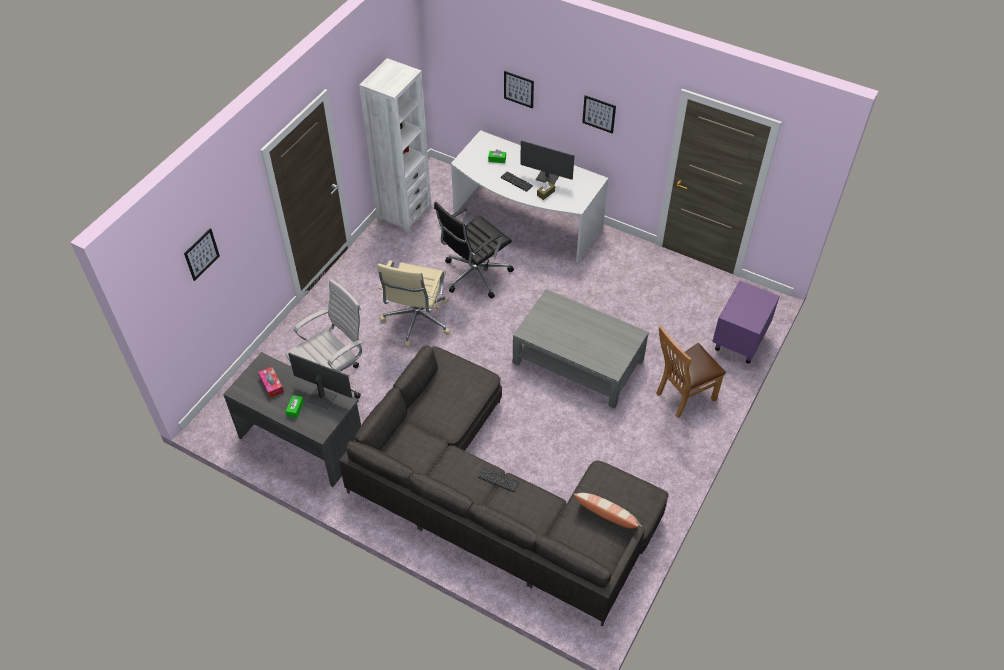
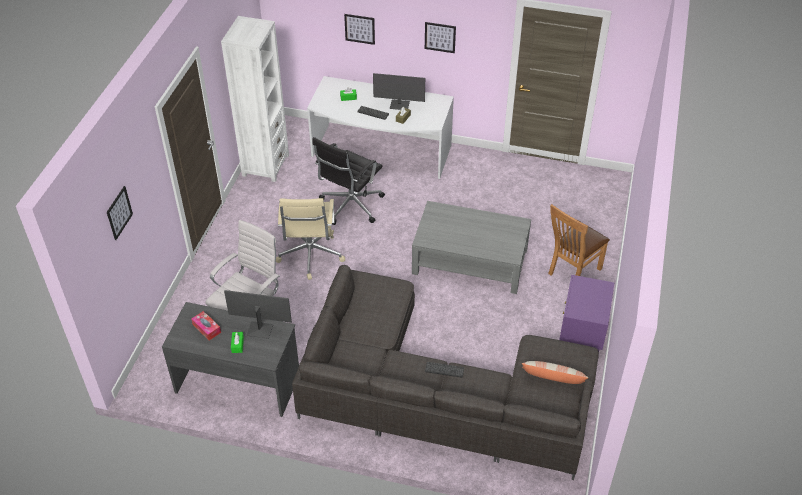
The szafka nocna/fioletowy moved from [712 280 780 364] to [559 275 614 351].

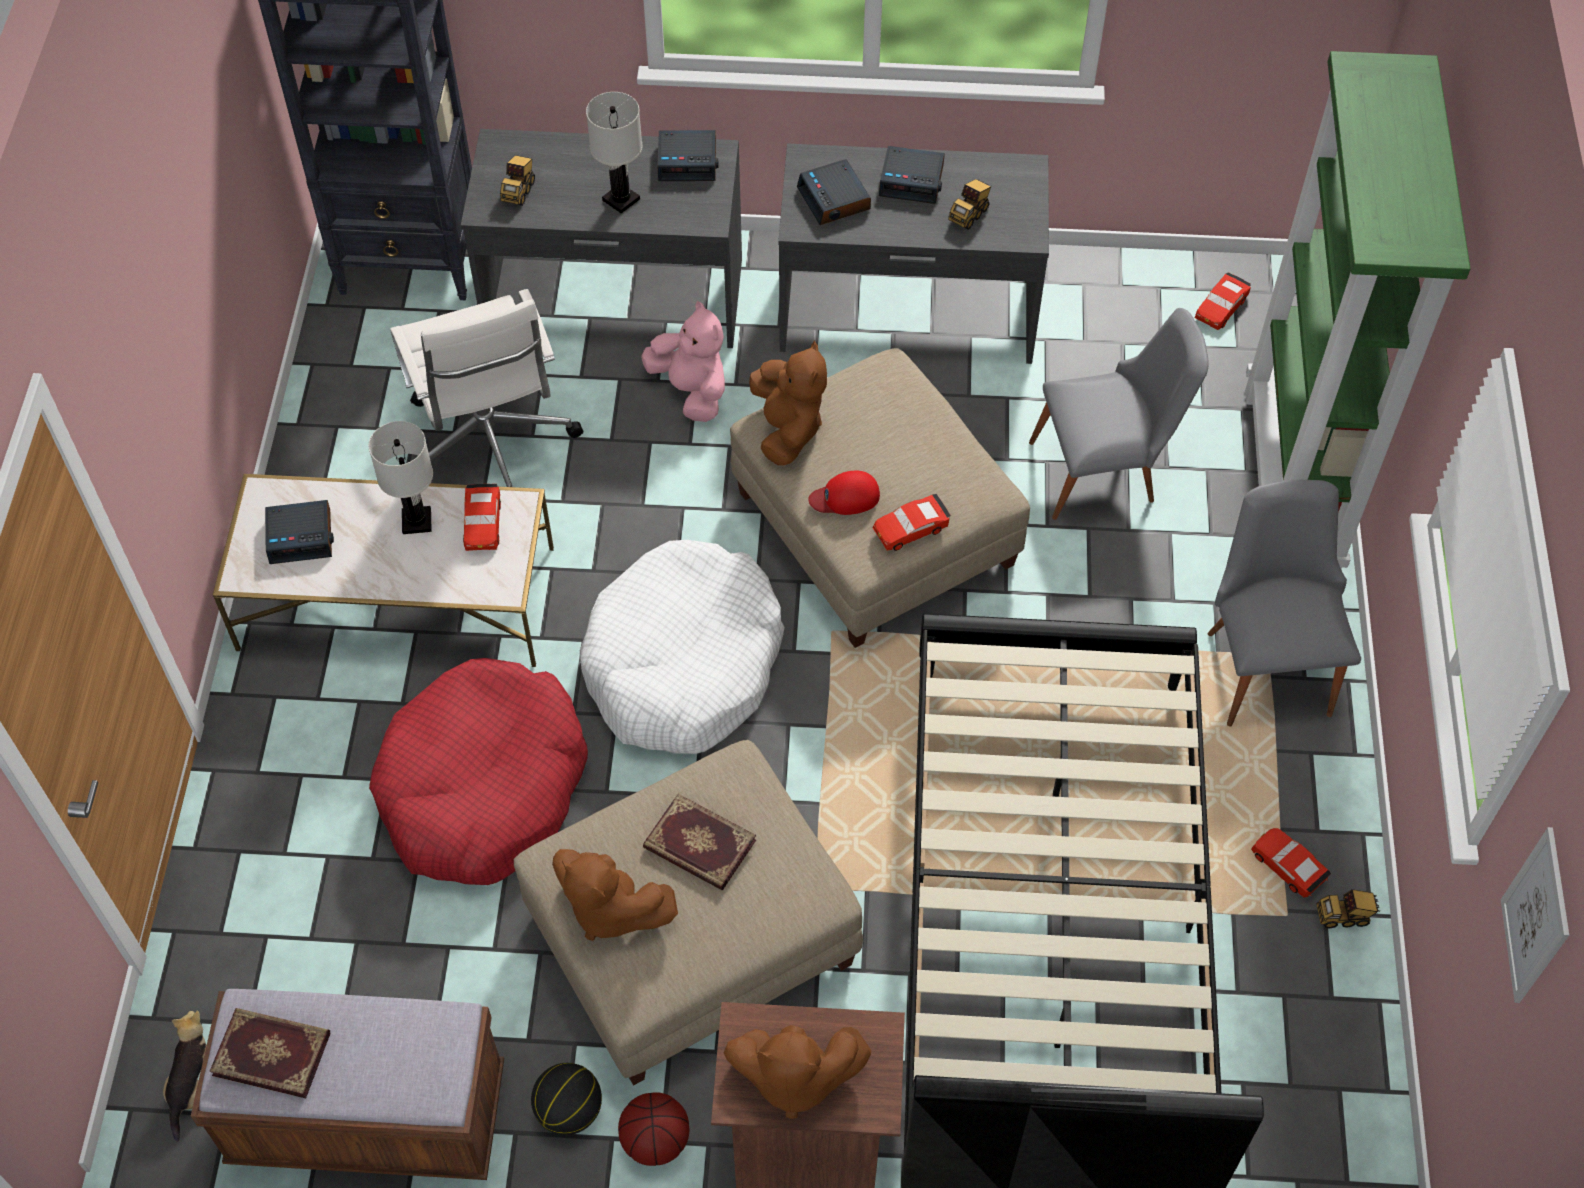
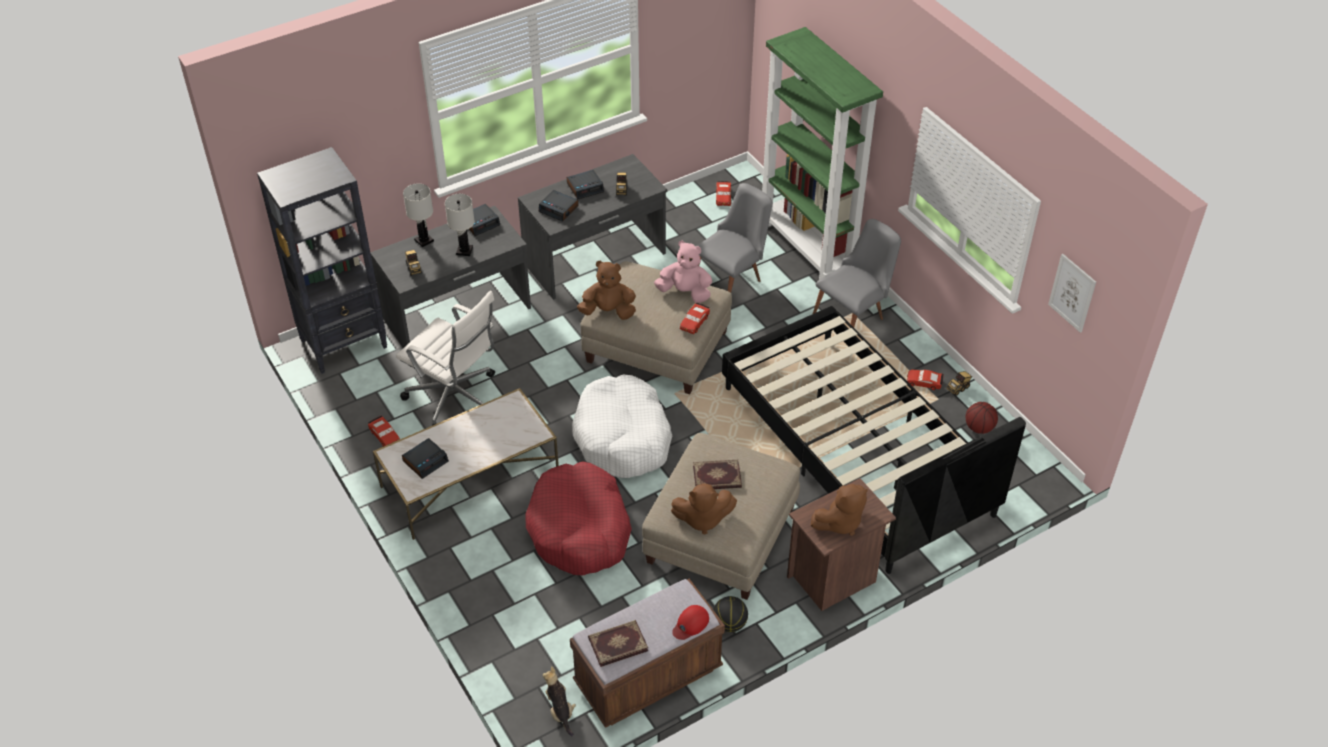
The samochodzik/czerwony moved from [463 484 501 551] to [368 416 400 447].
The lampa stołowa/biały moved from [369 421 433 534] to [403 183 434 247].
The pluszak/brązowy at [749 341 827 466] turned 45 degrees counterclockwise.
The pluszak/różowy moved from [641 301 725 422] to [654 241 712 303].
The czapka z daszkiem/czerwony moved from [808 471 880 515] to [672 605 709 640].
The krzesło/szary at [1208 480 1361 727] turned 90 degrees clockwise.
The piłka do koszykówki moved from [618 1092 689 1166] to [966 402 998 434].

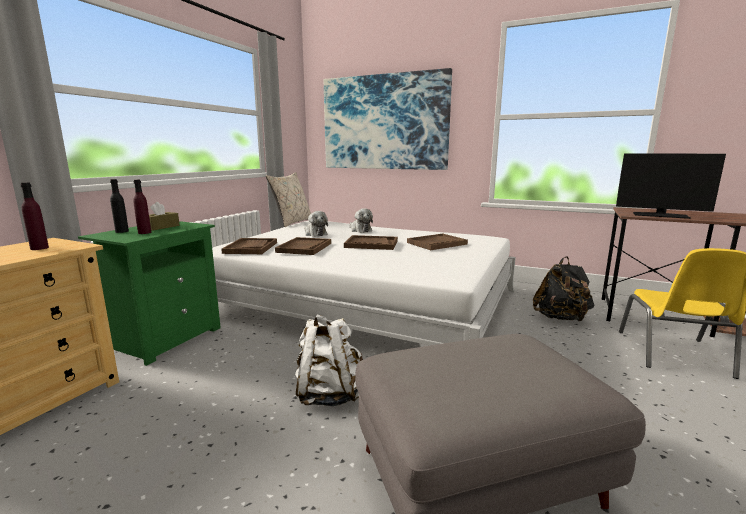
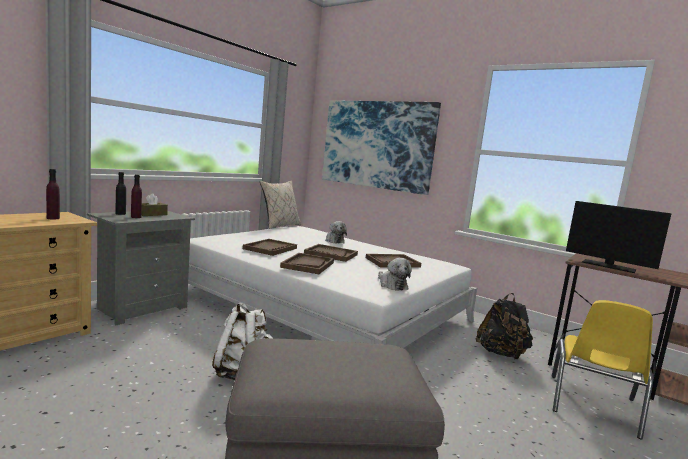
The szafka nocna/zielony at [78 221 221 366] became the szafka nocna/szary at [87 211 195 325].
The taca/brązowy moved from [221 238 277 254] to [280 253 334 274].
The pluszak moved from [304 211 328 237] to [378 258 412 291].

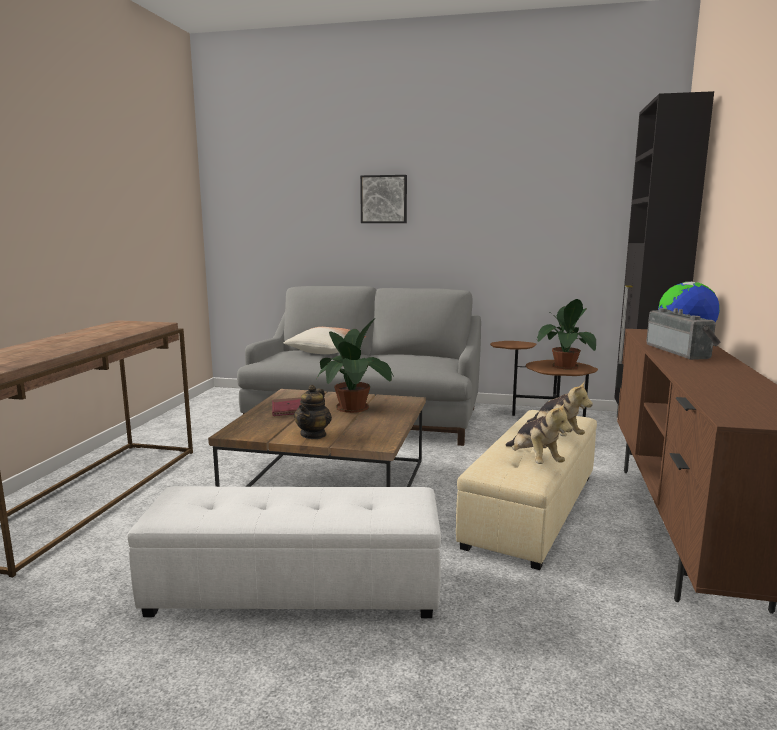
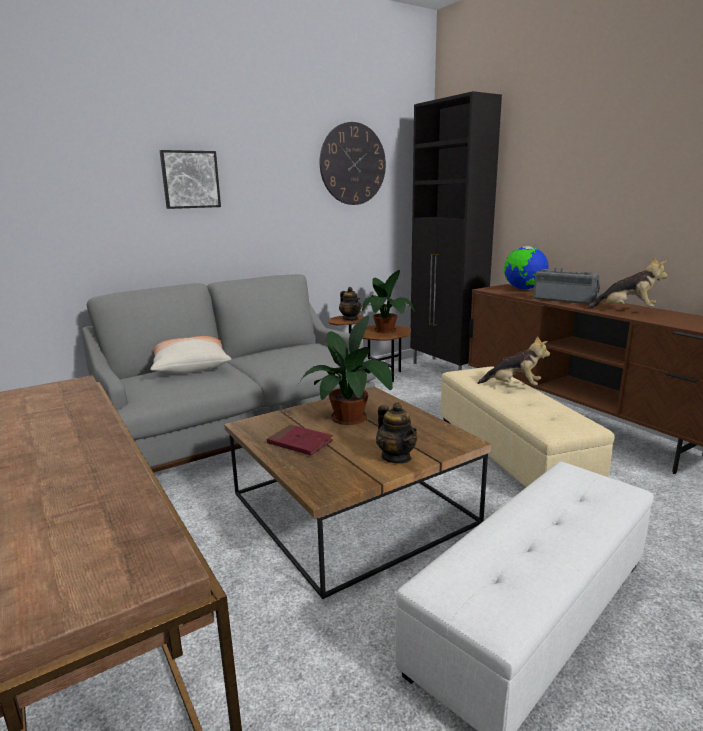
The zegar ścienny at [320 122 386 205] appeared.
The imbryk at [339 287 362 320] appeared.
The pluszak moved from [505 402 573 464] to [587 258 668 309].

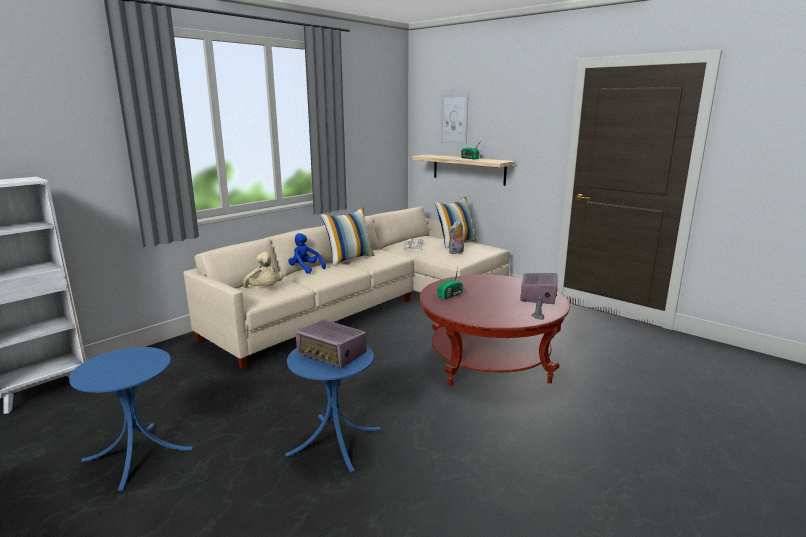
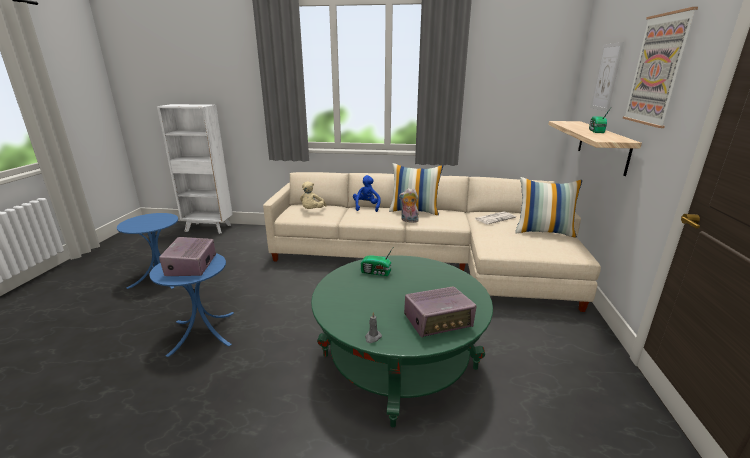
The ława/czerwony at [419 274 570 386] became the ława/zielony at [311 256 493 427].
The pluszak moved from [449 220 464 254] to [399 188 419 223].
The obraz at [623 7 698 128] appeared.

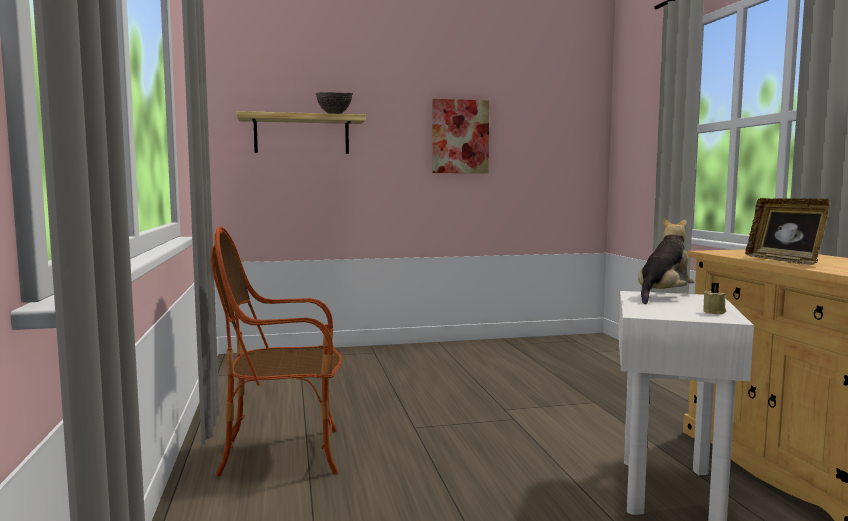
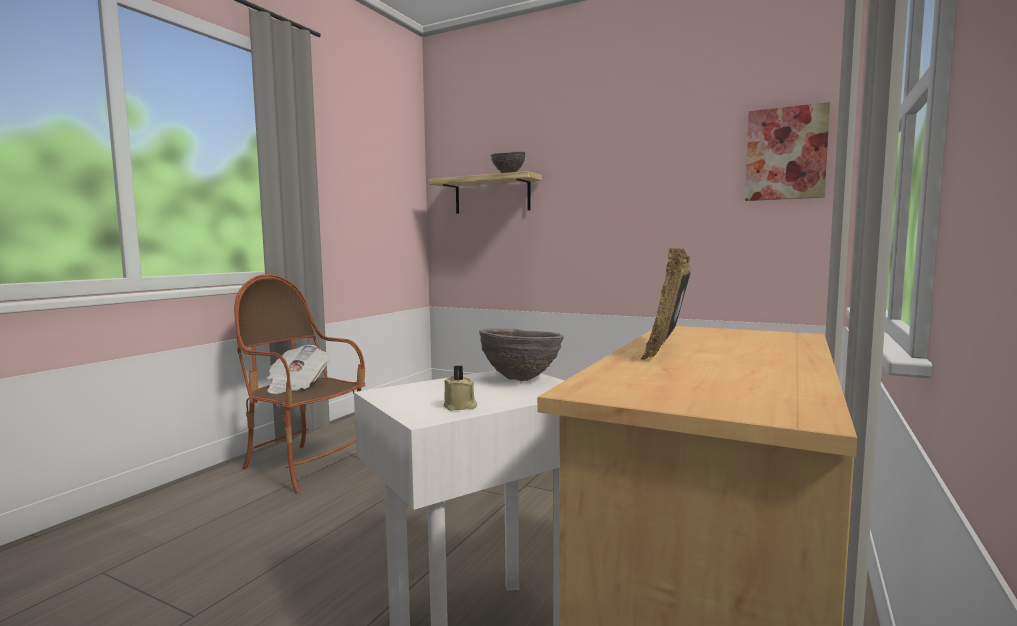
The gazeta at [267 345 330 394] appeared.
The pluszak at [638 217 694 304] was replaced by the miska/brązowy at [479 328 563 381].
The obraz moved from [432 99 489 173] to [745 102 830 201].

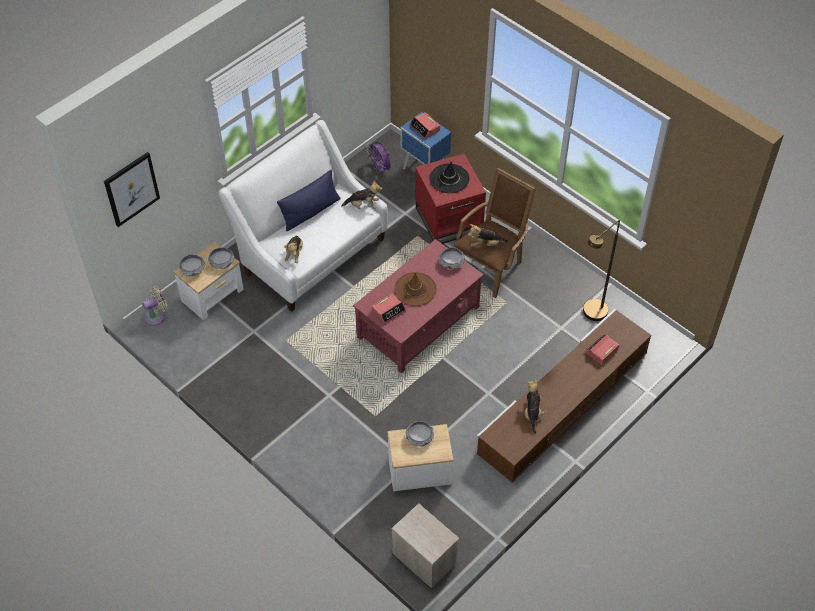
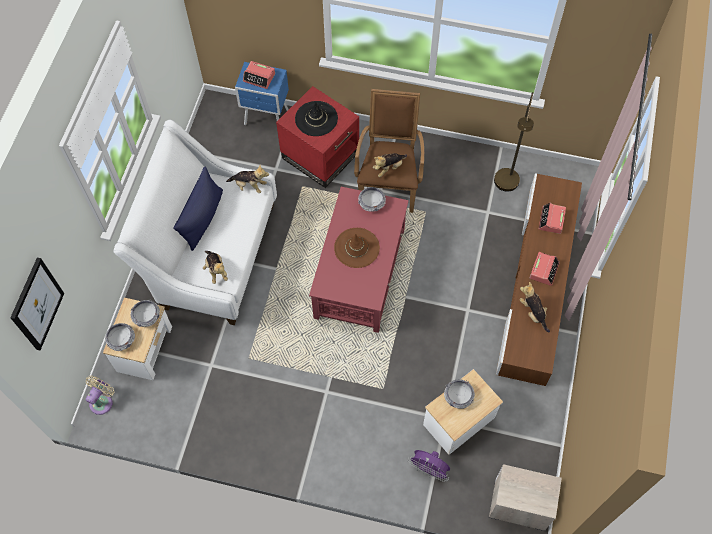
The pluszak at [341 180 383 209] turned 45 degrees clockwise.
The wentylator/fioletowy moved from [366 142 390 175] to [408 450 450 482].
The budzik moved from [372 293 406 324] to [529 252 560 286].

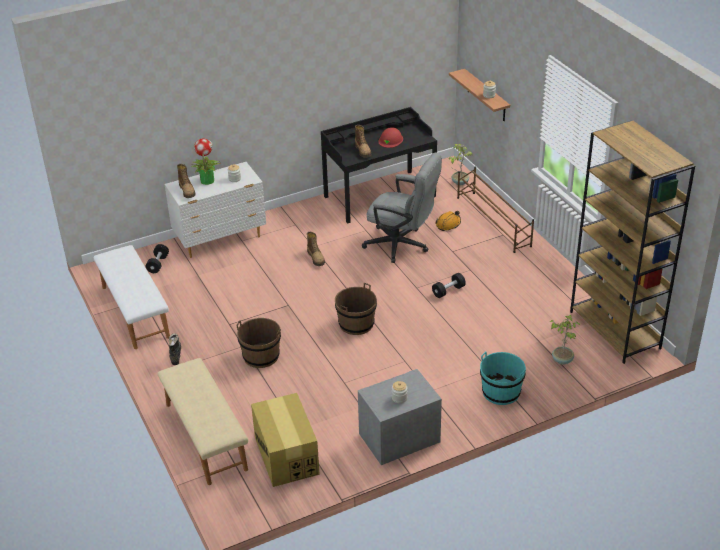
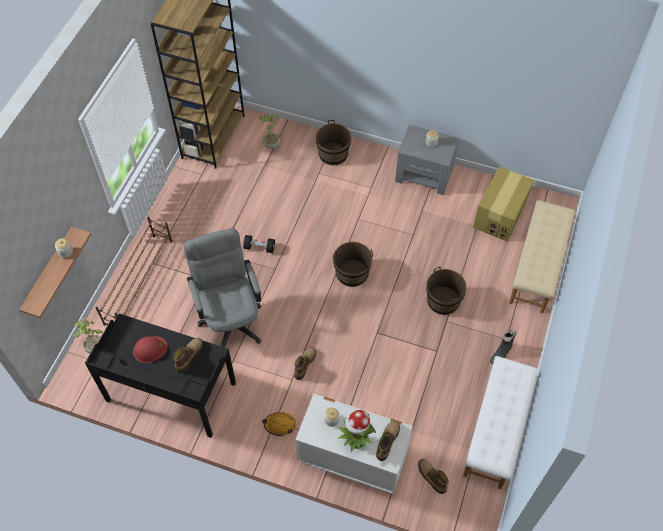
The kask/pomarańczowy moved from [435 211 461 231] to [262 412 296 436].
The wiadro/turkusowy at [480 352 526 405] became the wiadro/brązowy at [316 120 351 165].
The hantel/czarny at [146 244 169 273] was replaced by the but z cholewką at [418 459 449 494].

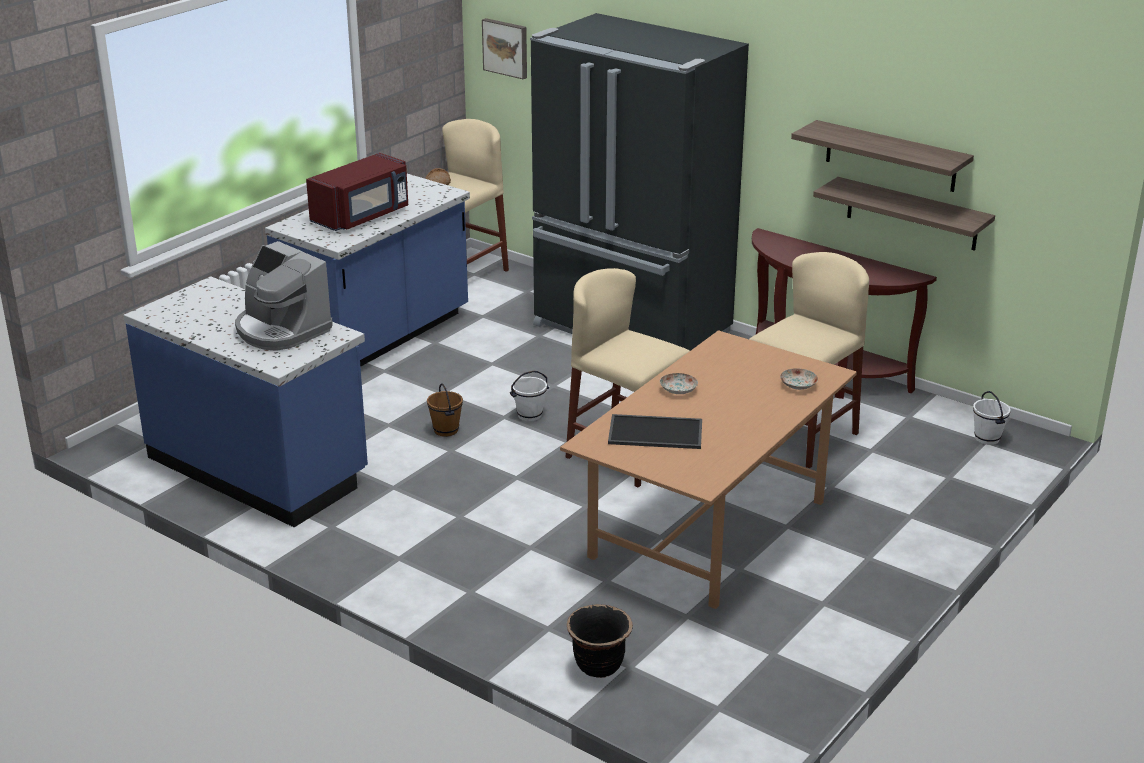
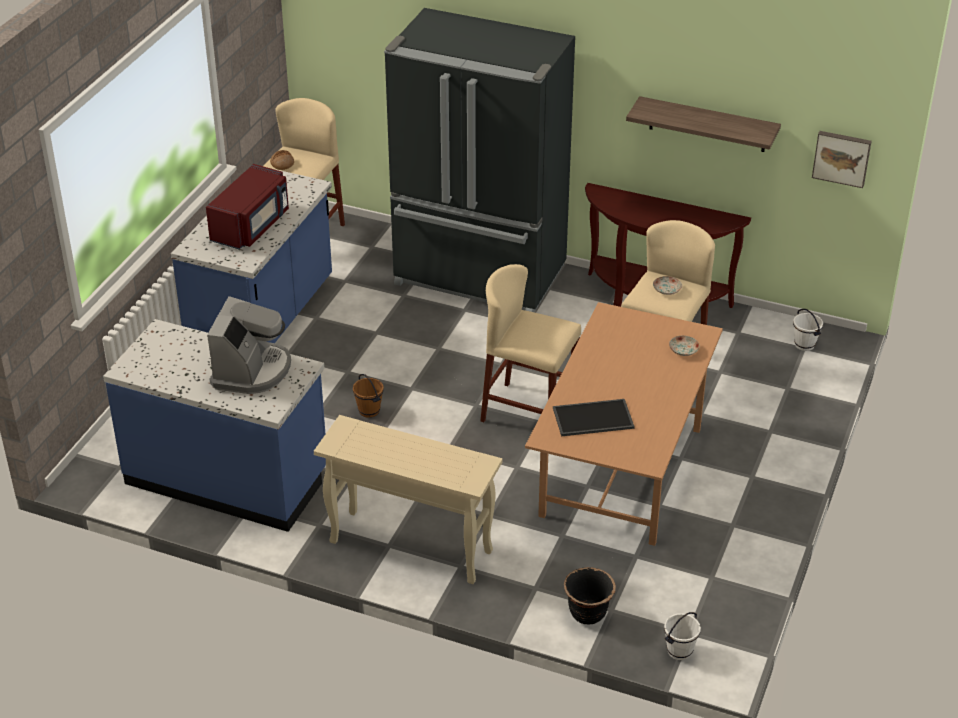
The ekspres do kawy at [235 241 333 351] turned 105 degrees counterclockwise.
The stolik konsolowy/beżowy at [314 415 503 584] appeared.
The talerz moved from [660 373 698 394] to [653 276 682 295].
The wiadro/biały moved from [510 371 549 422] to [664 612 701 660].
The obraz moved from [482 18 527 79] to [812 131 872 188].
The półka at [813 177 995 251] disappeared.

